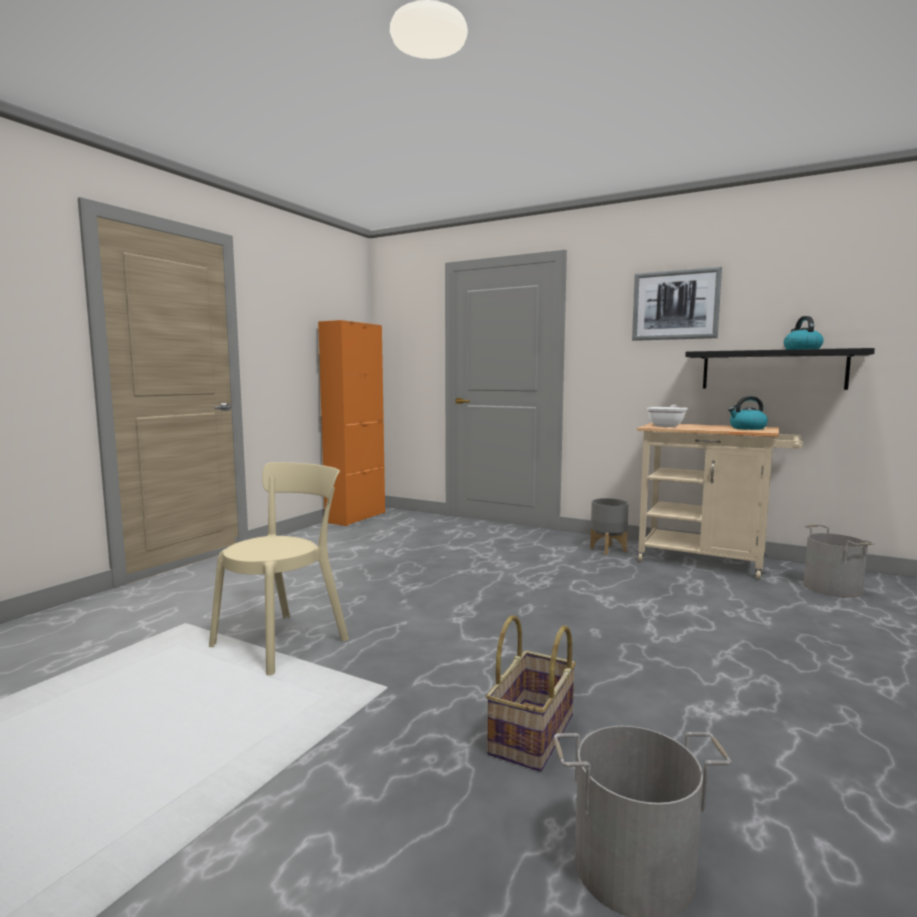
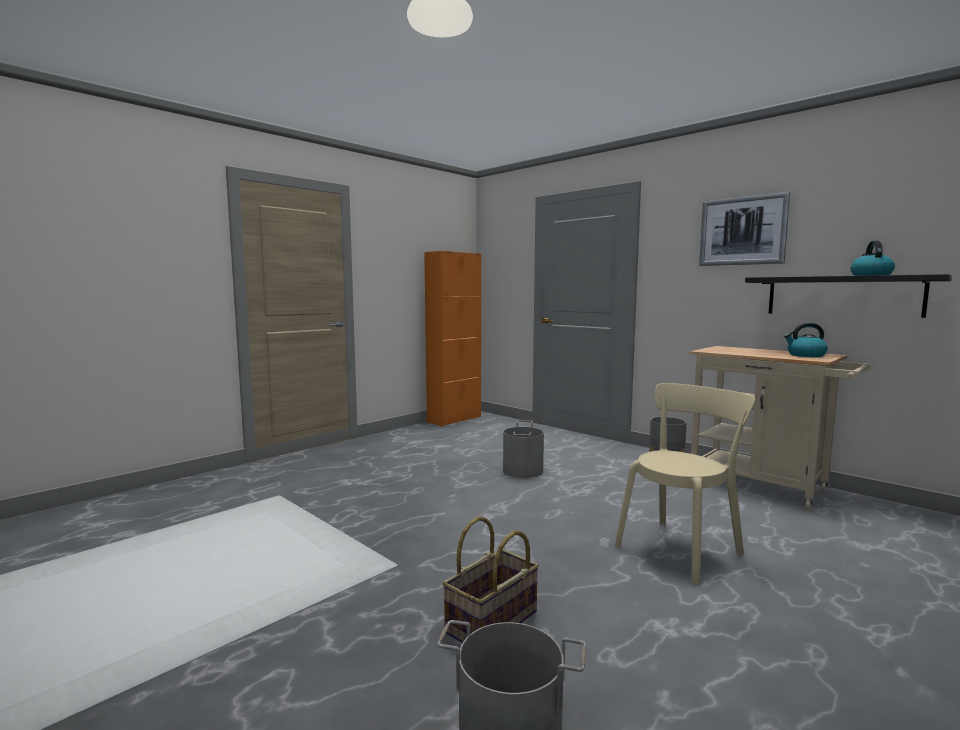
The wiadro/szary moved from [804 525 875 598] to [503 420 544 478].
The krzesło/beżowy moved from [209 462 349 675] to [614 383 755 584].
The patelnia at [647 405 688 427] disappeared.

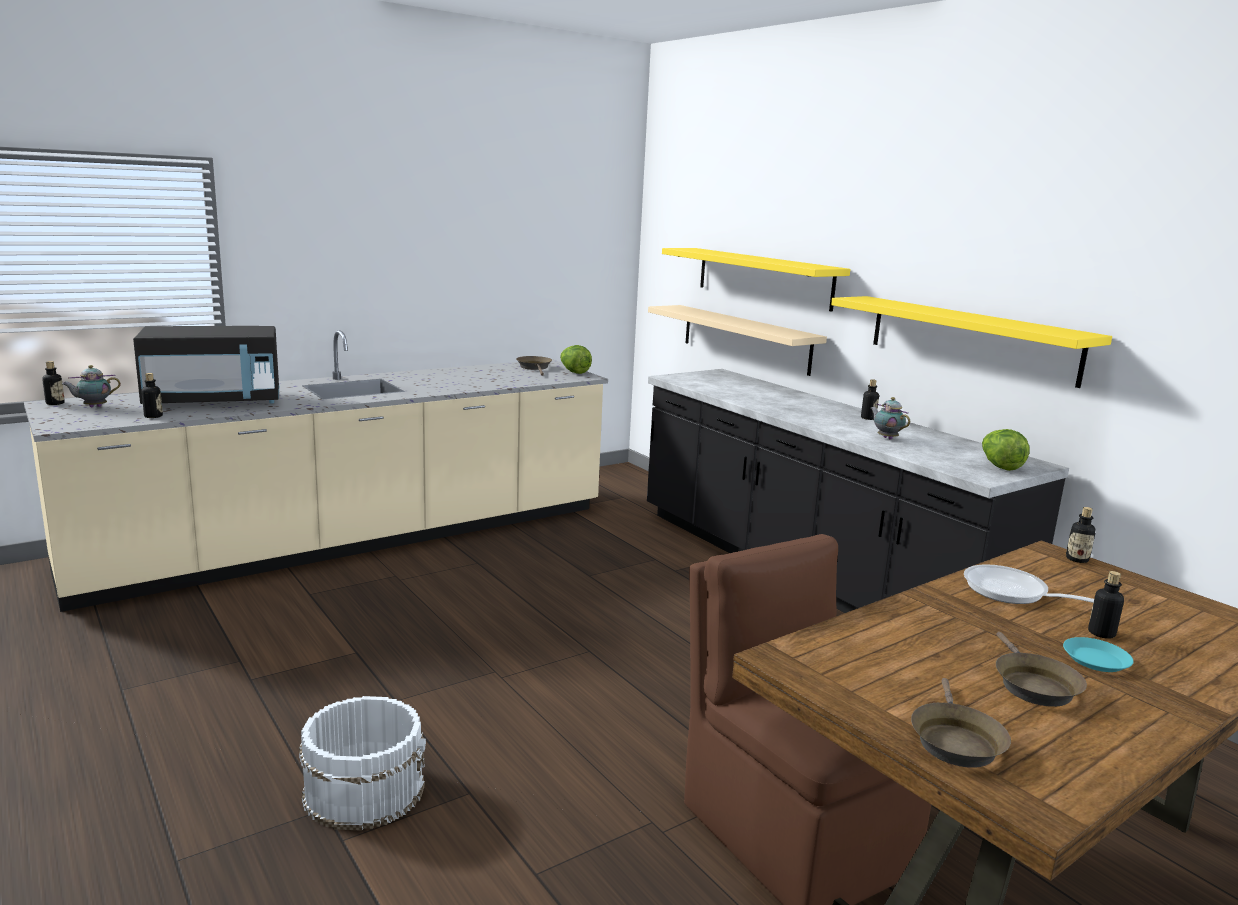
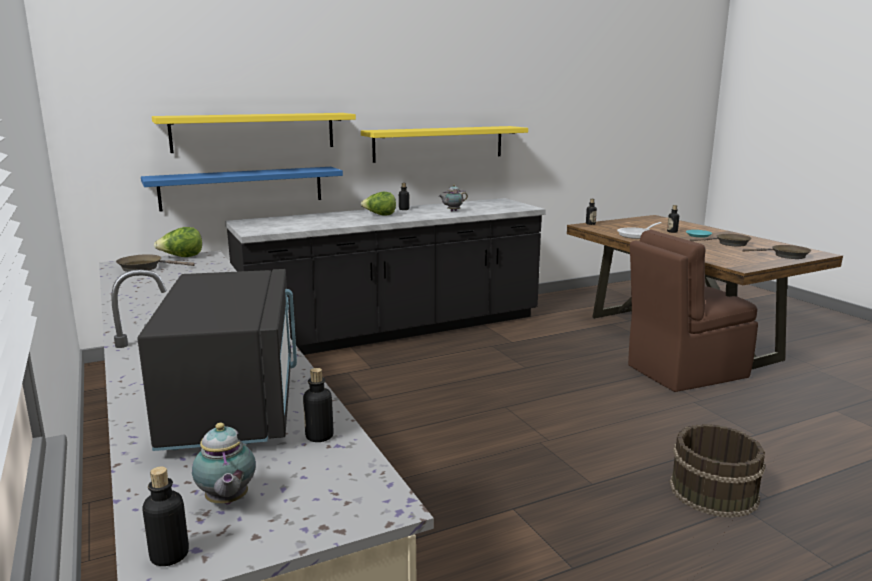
The półka/beżowy at [648 305 827 376] became the półka/niebieski at [141 167 343 212].
The sałata moved from [982 429 1030 471] to [361 192 396 216].
The wiadro/biały at [299 696 426 831] became the wiadro/brązowy at [670 424 766 518].

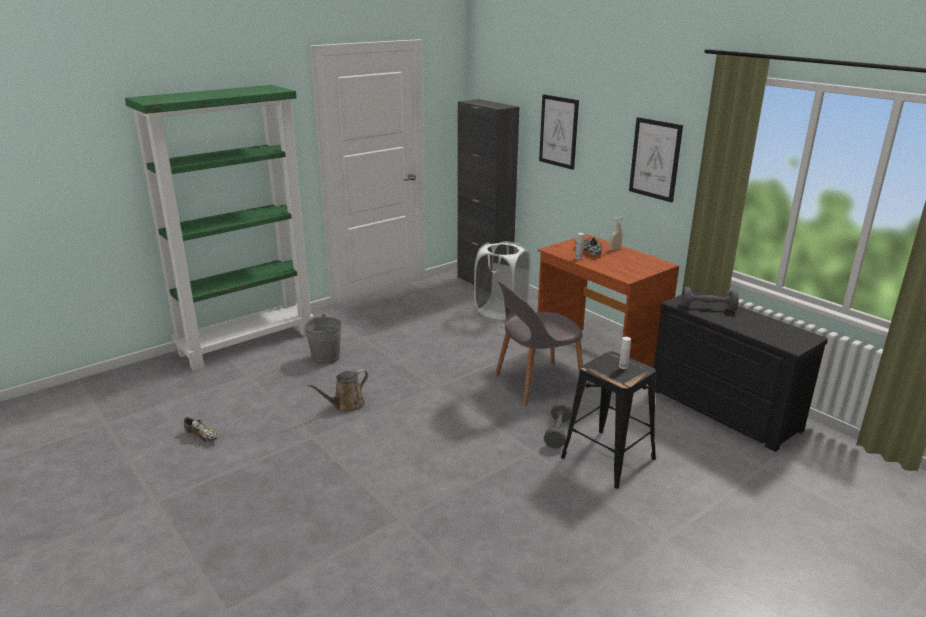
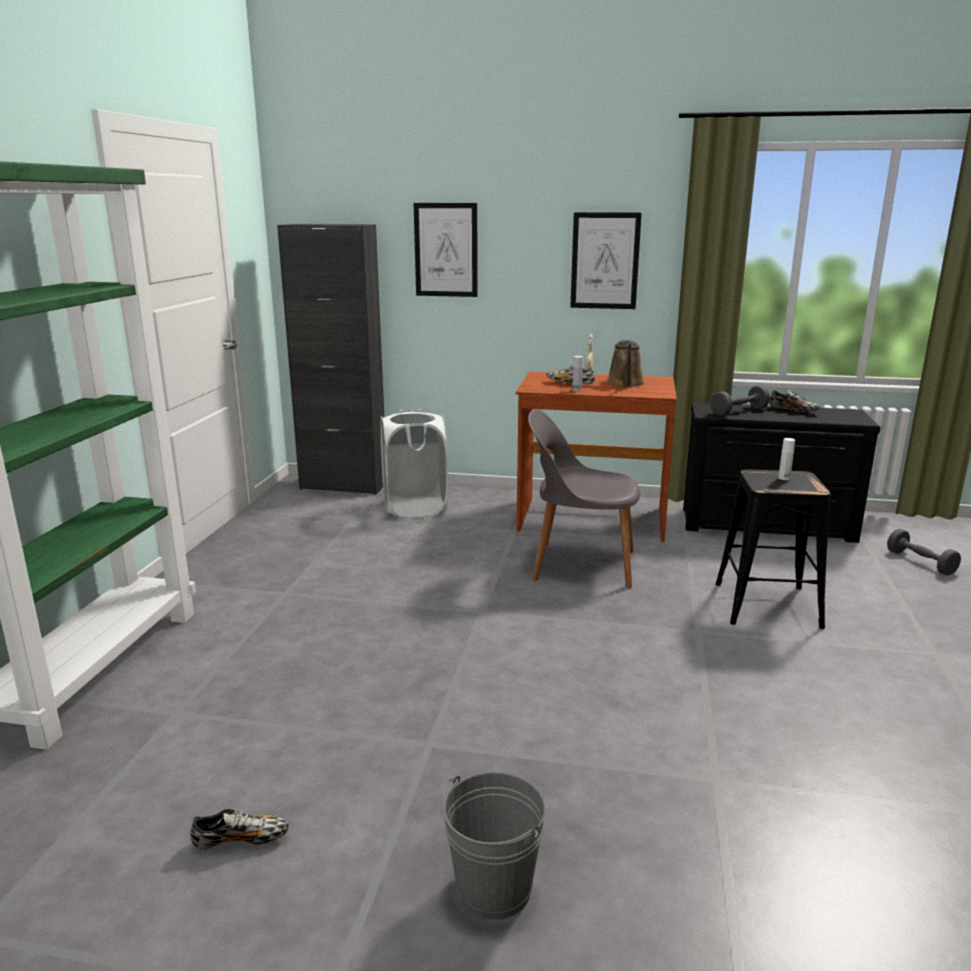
The wiadro/szary moved from [304 314 342 364] to [443 772 545 920].
The krzesło/szary at [495 280 585 406] turned 75 degrees clockwise.
The konewka/brązowy moved from [307 369 368 412] to [607 340 644 387].
The but at [770 390 820 412] appeared.
The hantel/szary moved from [544 403 572 448] to [887 529 961 575].

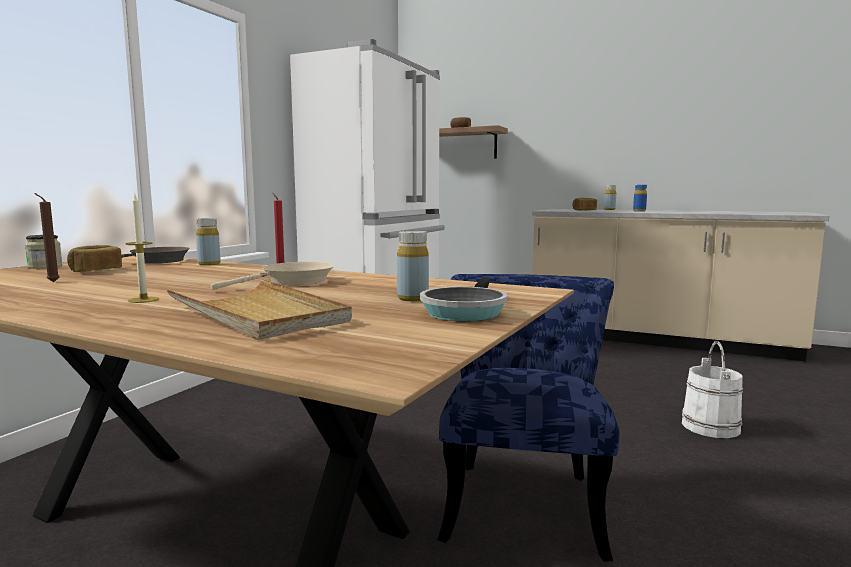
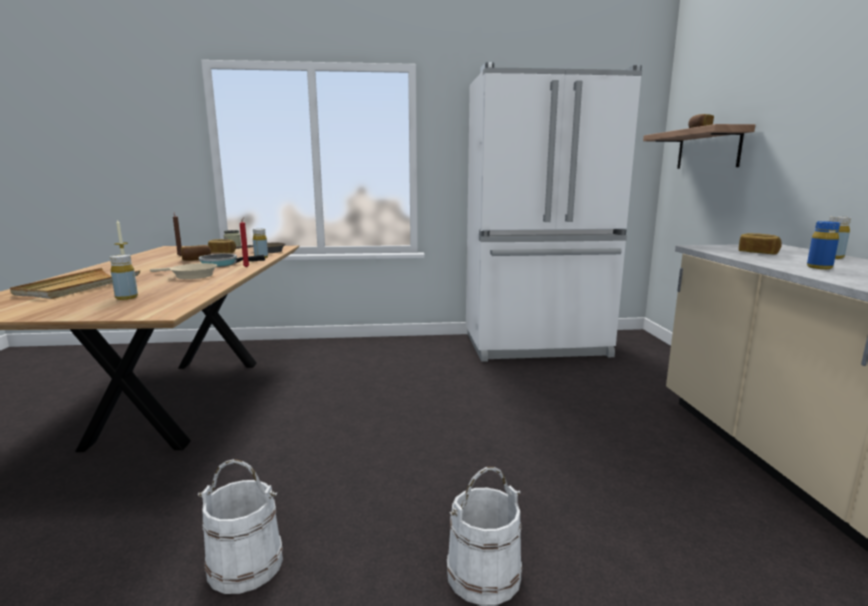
The chleb at [181 245 211 261] appeared.
The wiadro/biały at [198 459 283 594] appeared.
The patelnia moved from [420 277 508 322] to [199 254 265 267].
The krzesło/niebieski at [437 274 620 562] disappeared.

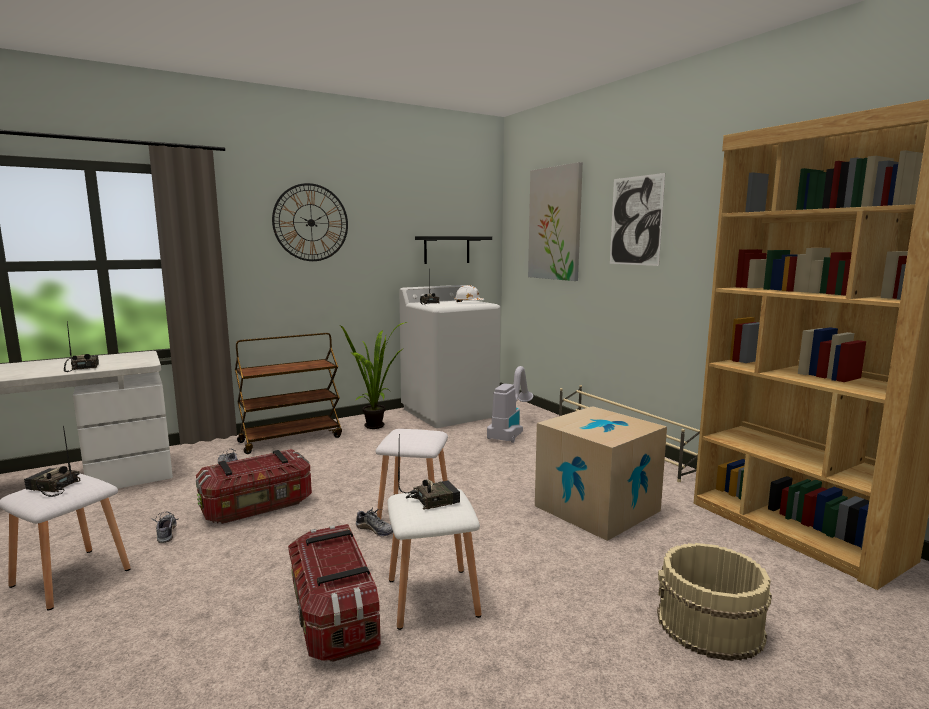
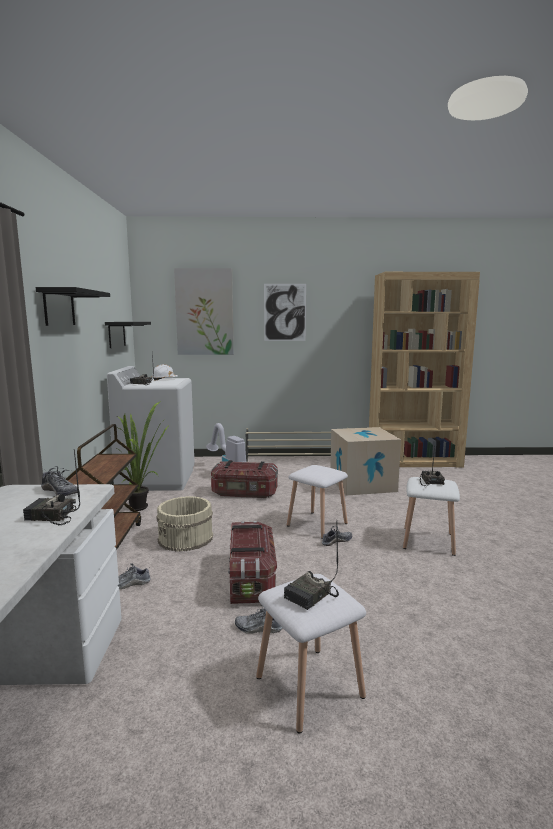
The zegar ścienny at [272 183 348 261] was replaced by the półka/czarny at [36 287 110 326].
The but at [41 466 78 496] appeared.
The wiadro/beżowy moved from [657 543 772 661] to [156 496 213 551].
The pojemnik do przechowywania moved from [288 524 381 662] to [211 460 278 498].

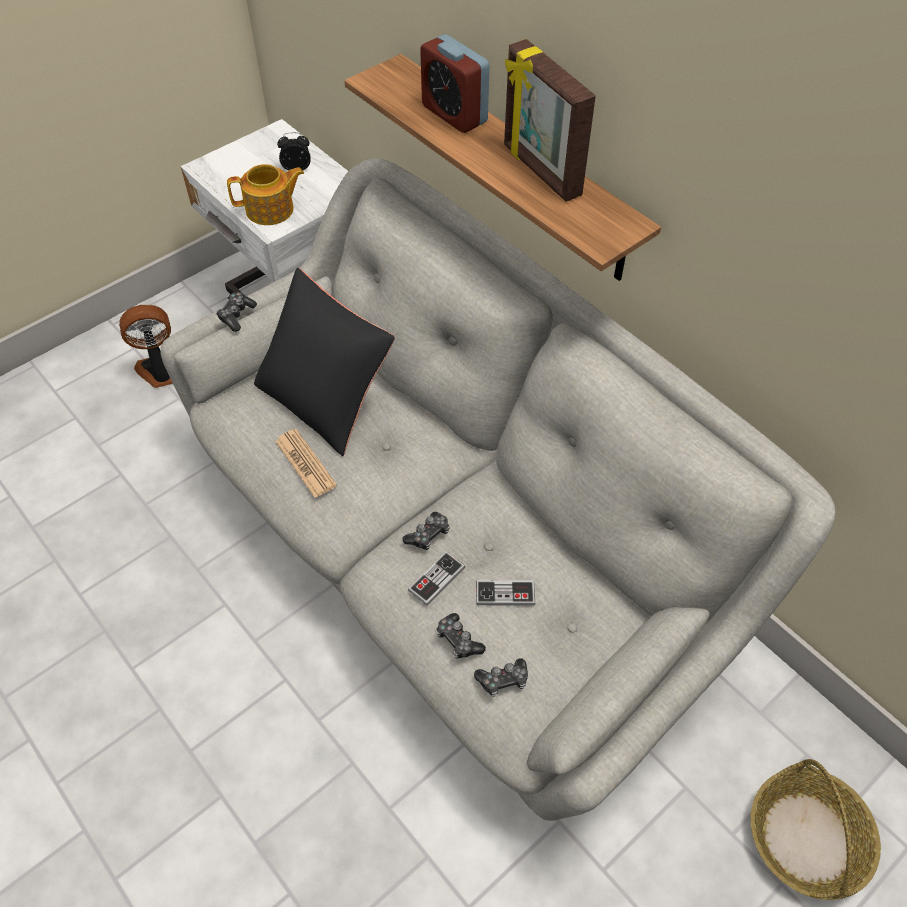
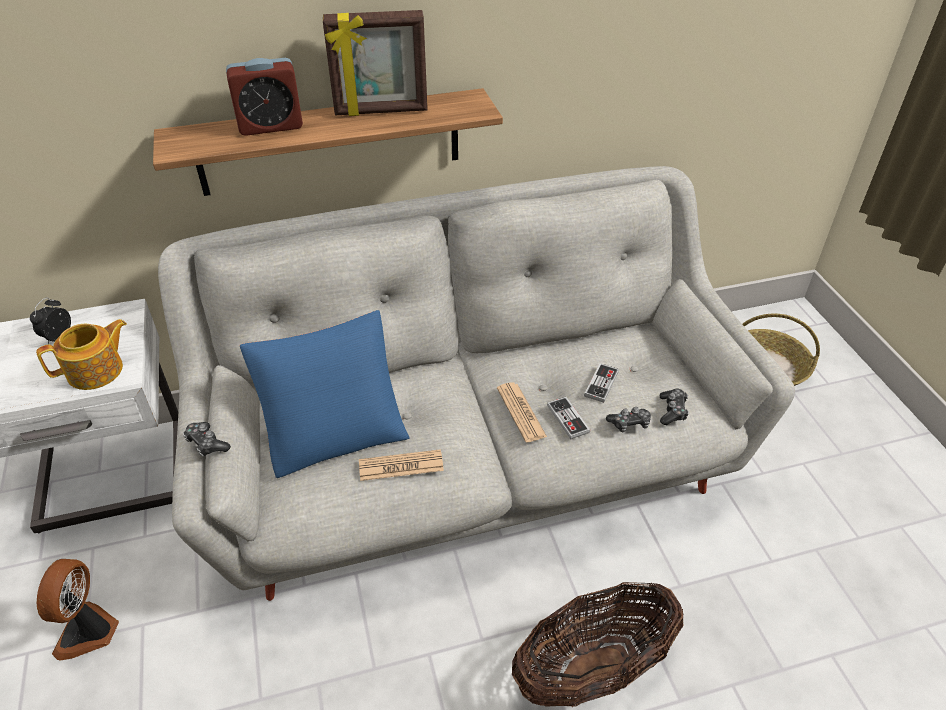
The imbryk at [227 164 304 225] turned 45 degrees clockwise.
The poduszka/czarny at [254 268 395 456] became the poduszka/niebieski at [240 310 410 478].
The pad do gier at [402 512 450 550] was replaced by the gazeta at [497 382 547 442].
The koszyk at [512 582 683 707] appeared.

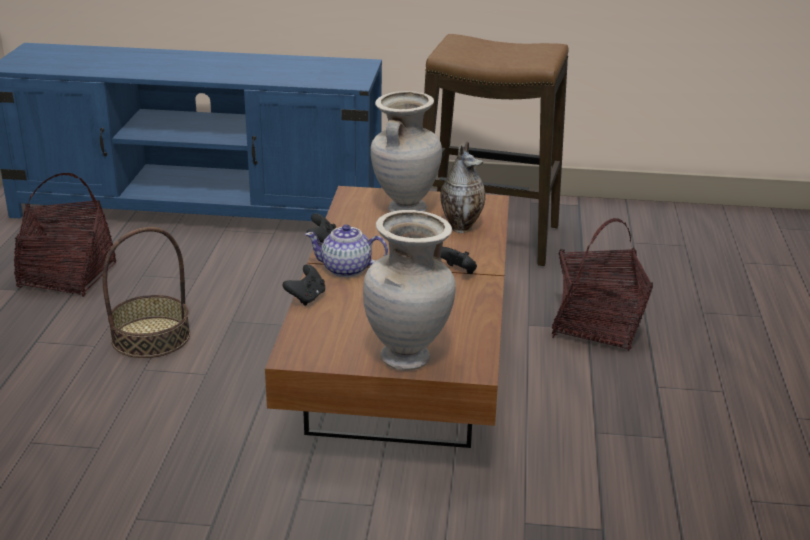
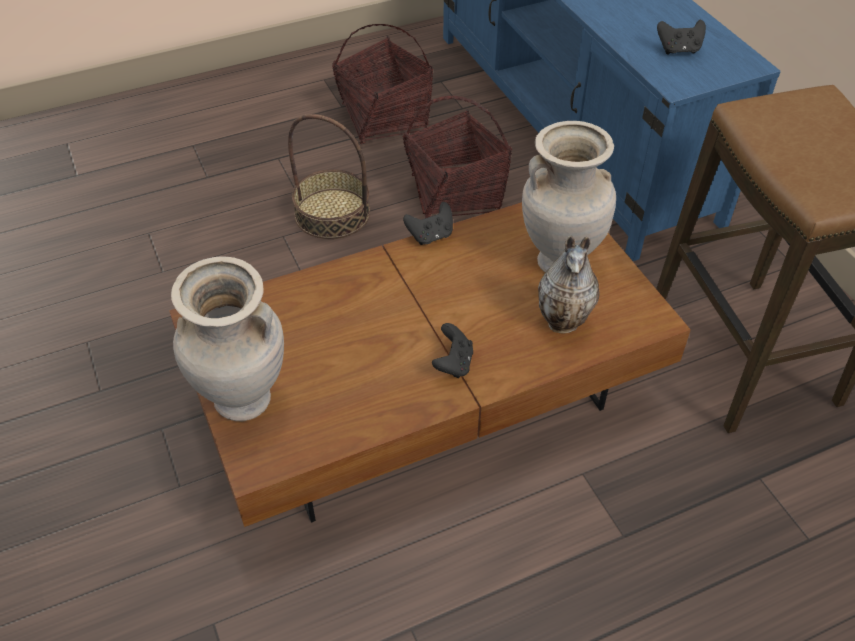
The koszyk moved from [552 218 653 351] to [403 96 512 218].
The pad do gier/czarny moved from [282 264 325 306] to [657 20 706 55].
The imbryk at [305 224 388 277] disappeared.

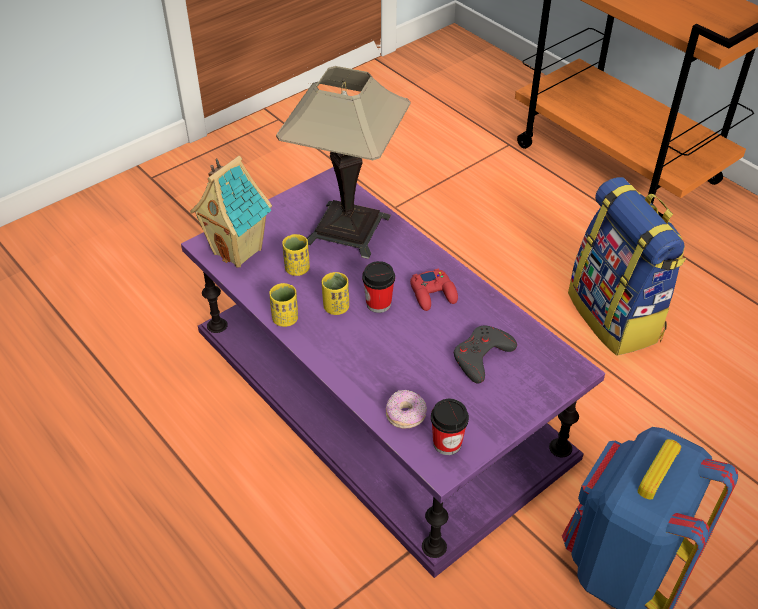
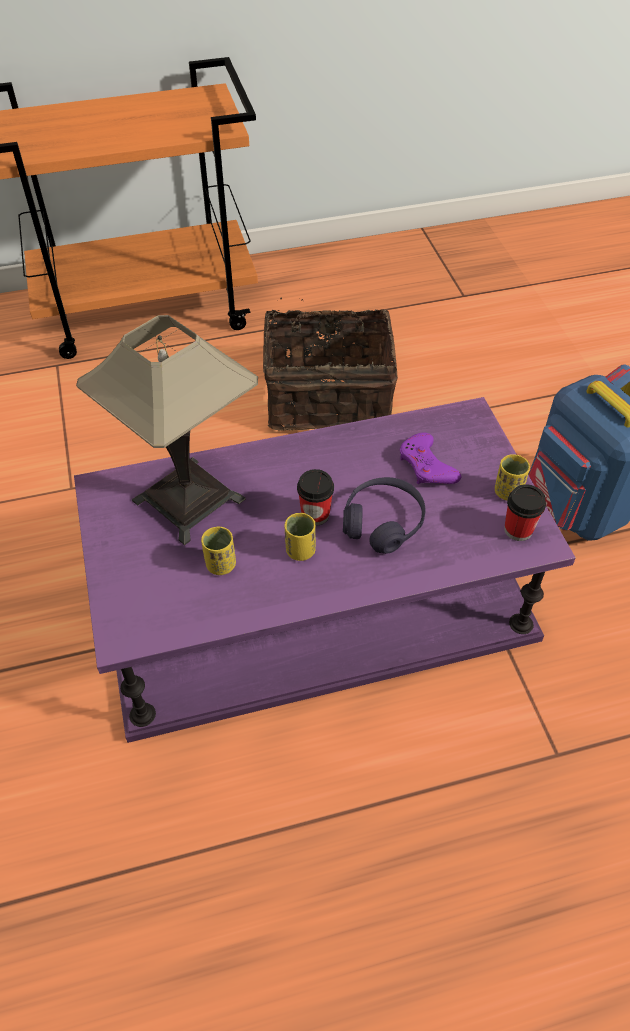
The plecak at [568 177 686 356] was replaced by the koszyk at [263 297 398 431].
The słuchawki/fioletowy at [343 477 426 554] appeared.
The pad do gier/szary at [454 325 517 383] became the pad do gier/fioletowy at [400 432 461 484].
The filiżanka/żółty moved from [269 283 298 327] to [495 454 530 500].
The domek at [190 156 272 268] disappeared.
The donut at [386 390 427 429] disappeared.
The pad do gier/czerwony at [410 269 458 311] disappeared.

